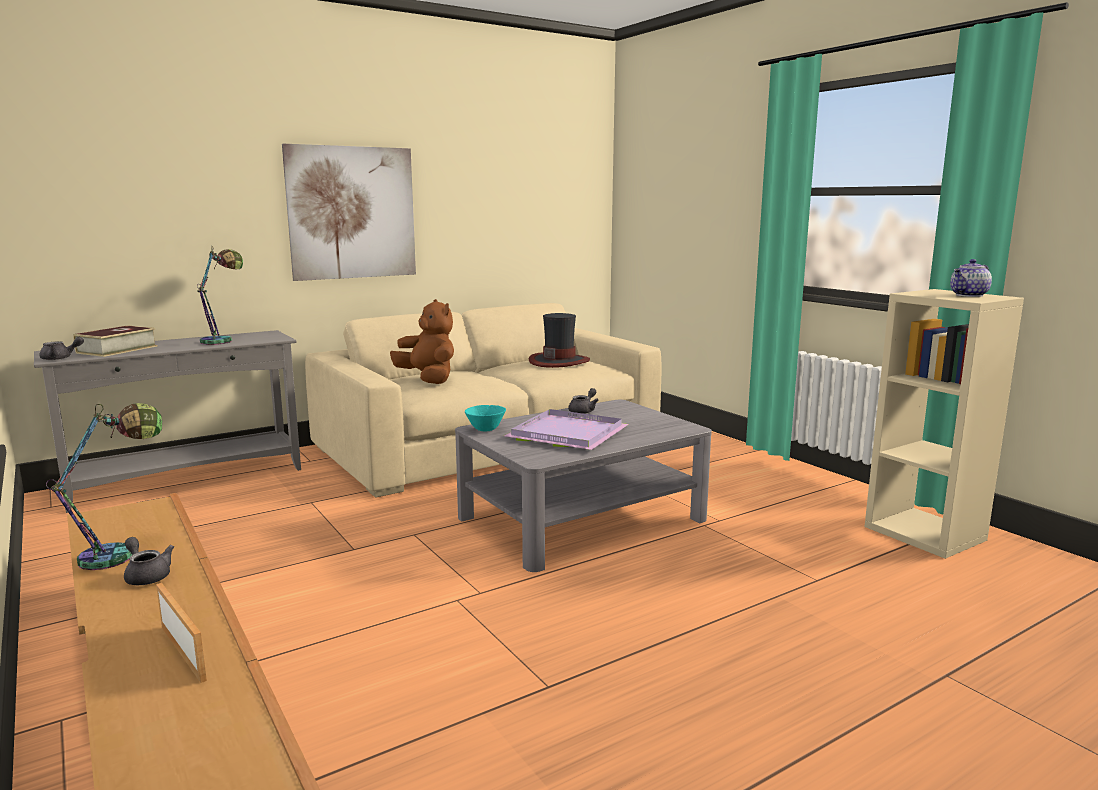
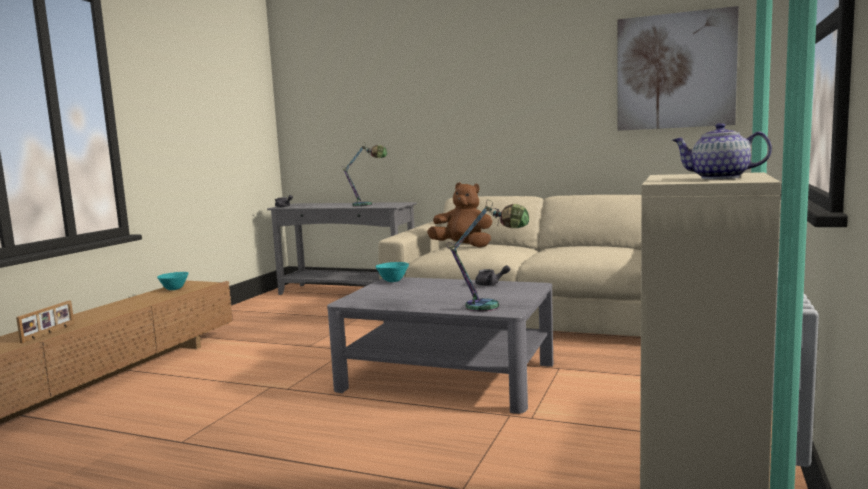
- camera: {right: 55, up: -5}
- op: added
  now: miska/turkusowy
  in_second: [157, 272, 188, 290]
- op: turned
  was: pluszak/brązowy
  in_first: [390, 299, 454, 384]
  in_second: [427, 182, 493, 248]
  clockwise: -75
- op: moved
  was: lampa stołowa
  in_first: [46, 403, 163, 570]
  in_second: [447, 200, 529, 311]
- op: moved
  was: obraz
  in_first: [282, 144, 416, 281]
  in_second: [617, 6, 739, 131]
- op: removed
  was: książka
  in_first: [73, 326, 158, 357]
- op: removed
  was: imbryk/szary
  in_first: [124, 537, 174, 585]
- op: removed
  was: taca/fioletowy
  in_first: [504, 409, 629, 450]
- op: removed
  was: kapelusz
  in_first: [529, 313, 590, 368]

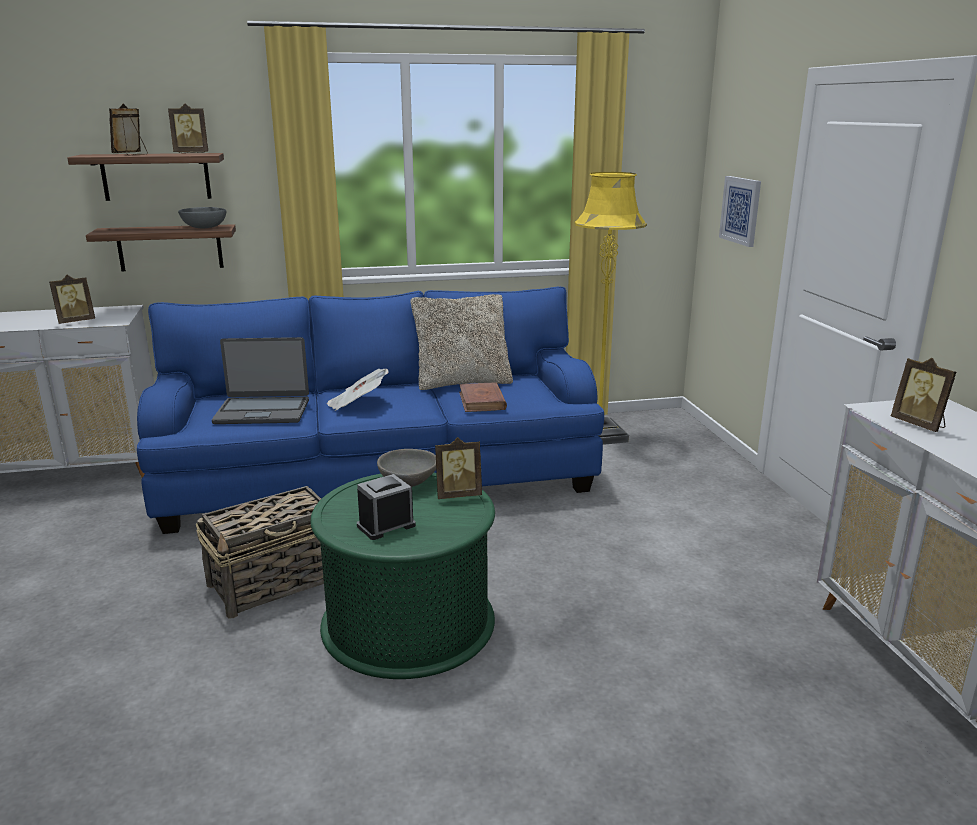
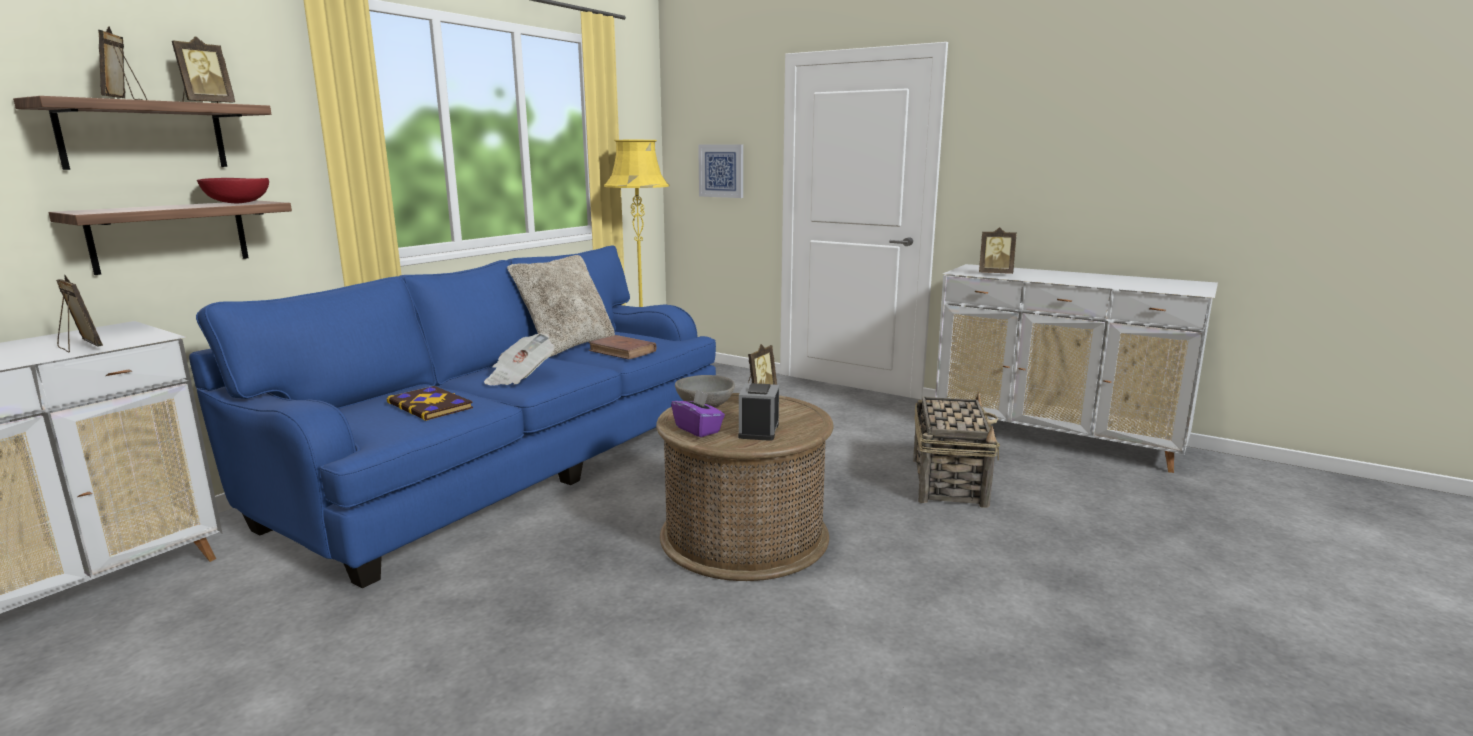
- camera: {right: -45, up: -5}
- op: turned
  was: ramka na zdjęcie
  in_first: [49, 275, 95, 324]
  in_second: [56, 275, 103, 353]
  clockwise: -60
- op: recoloured
  was: miska/szary
  now: miska/czerwony
  in_first: [178, 207, 227, 229]
  in_second: [197, 178, 269, 203]
- op: replaced
  was: laptop
  now: książka
  in_first: [212, 337, 309, 424]
  in_second: [387, 386, 473, 421]
- op: recoloured
  was: ława/zielony
  now: ława/brązowy
  in_first: [310, 473, 495, 679]
  in_second: [656, 393, 833, 581]
- op: added
  now: pudełko chusteczek/fioletowy
  in_second: [671, 389, 725, 437]
- op: moved
  was: koszyk
  in_first: [195, 486, 324, 618]
  in_second: [913, 392, 1000, 508]

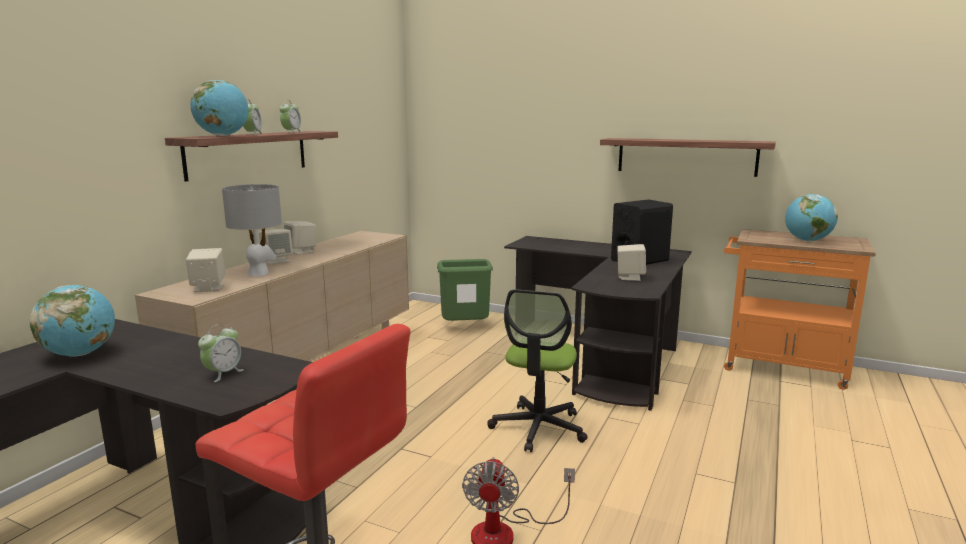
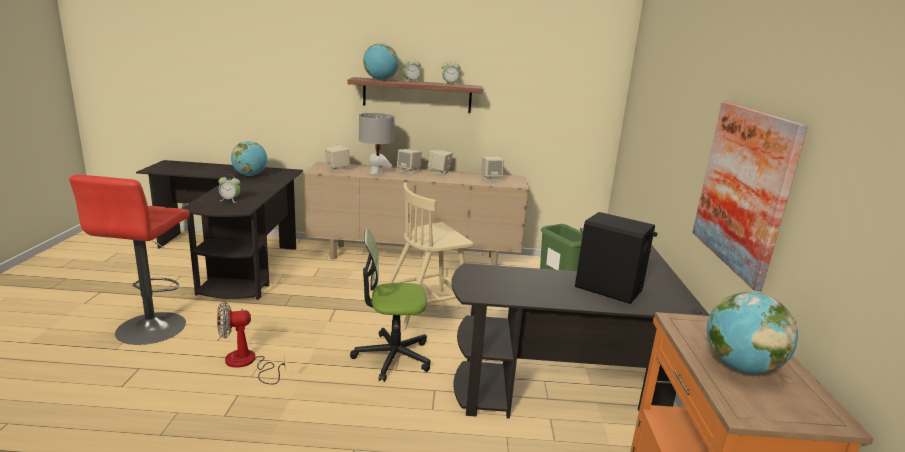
- camera: {right: 65, up: 5}
- op: added
  now: krzesło/beżowy
  in_second: [388, 182, 473, 330]
- op: moved
  was: głośnik/beżowy
  in_first: [617, 244, 646, 281]
  in_second: [481, 157, 504, 181]
- op: replaced
  was: półka
  now: obraz
  in_first: [600, 138, 776, 177]
  in_second: [692, 101, 808, 291]

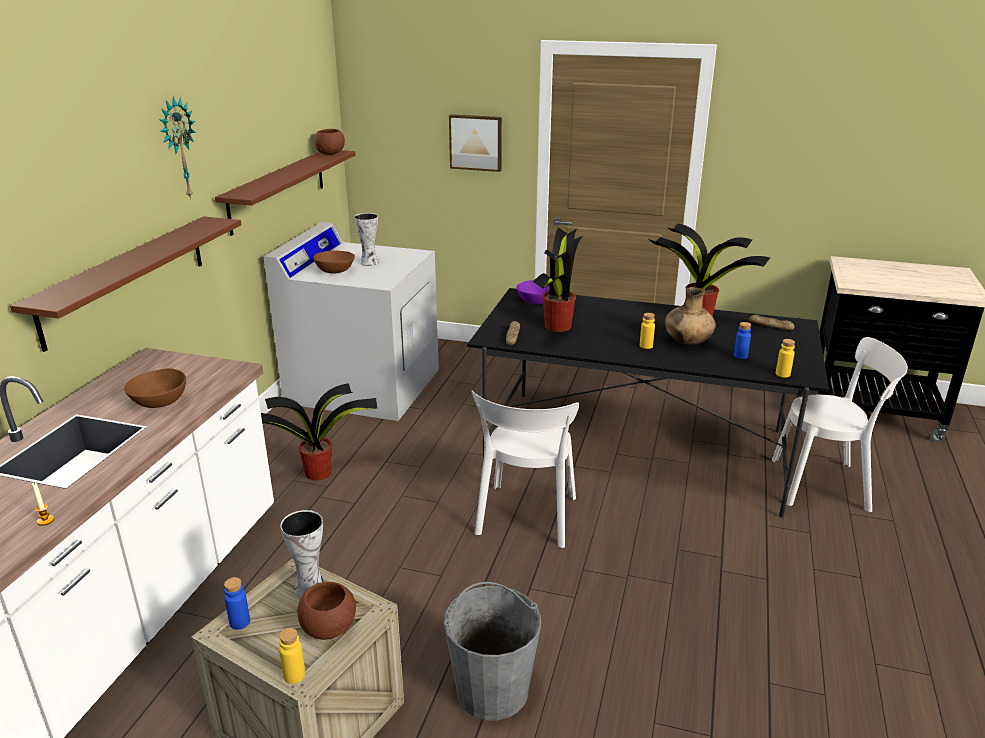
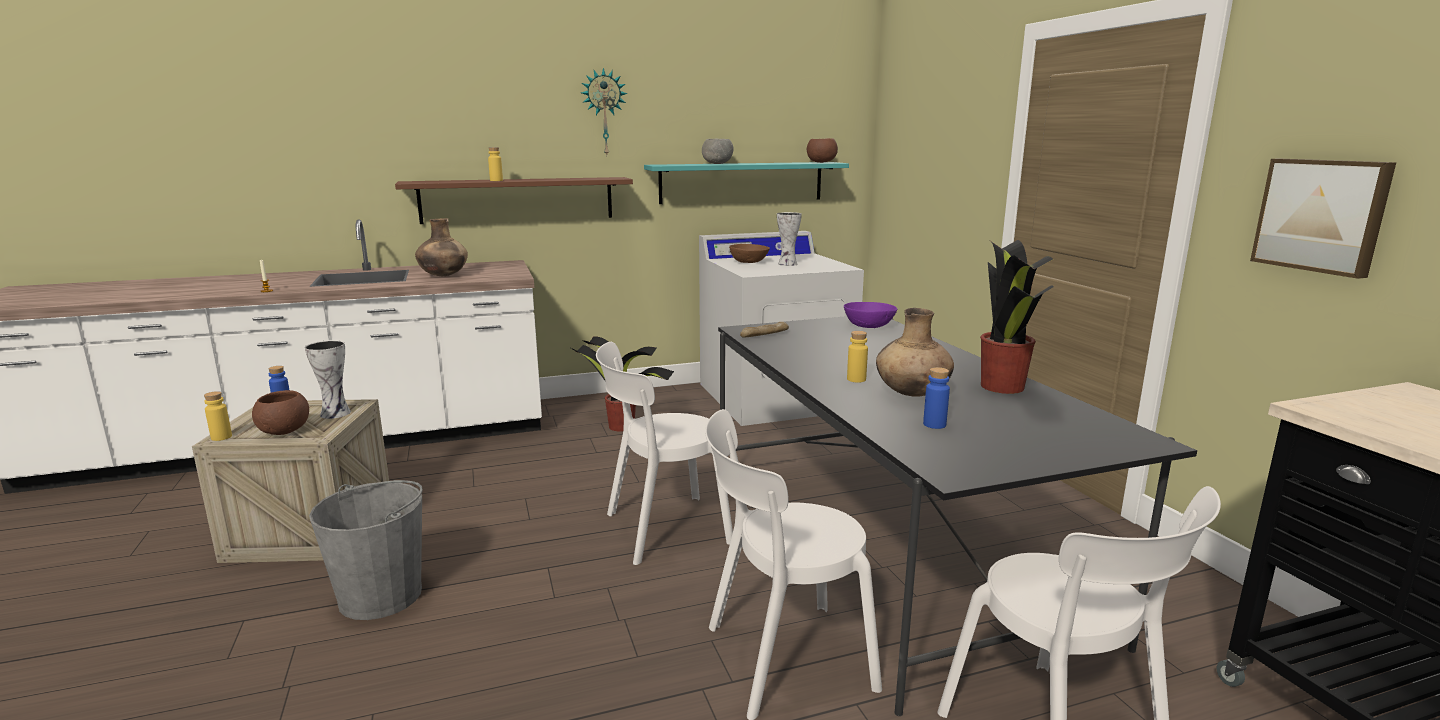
- camera: {right: 55, up: -10}
- op: replaced
  was: miska/brązowy
  now: wazon/brązowy
  in_first: [124, 368, 186, 408]
  in_second: [415, 218, 468, 276]
- op: moved
  was: butelka/żółty
  in_first: [776, 339, 795, 378]
  in_second: [488, 147, 503, 181]
- op: recoloured
  was: półka/brązowy
  now: półka/turkusowy
  in_first: [215, 150, 356, 236]
  in_second: [644, 162, 849, 204]
- op: added
  now: miska/szary
  in_second: [702, 139, 734, 164]
- op: added
  now: krzesło/biały
  in_second: [705, 409, 882, 720]
- op: moved
  was: obraz
  in_first: [449, 114, 502, 172]
  in_second: [1250, 159, 1396, 279]
- op: removed
  was: roślina doniczkowa
  in_first: [533, 227, 583, 332]
- op: removed
  was: chleb
  in_first: [749, 315, 794, 330]

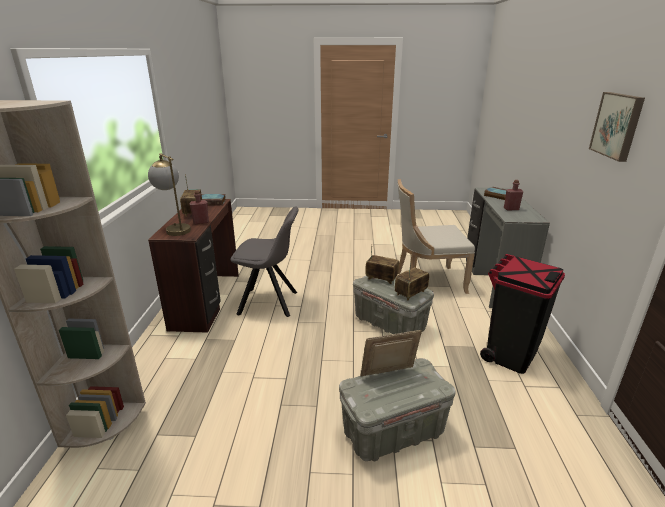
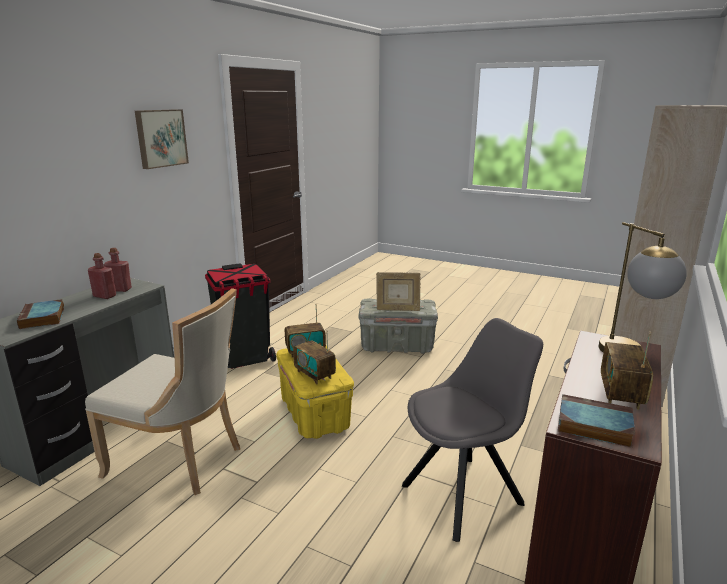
- camera: {right: -155, up: -5}
- op: moved
  was: butelka/czerwony
  in_first: [189, 191, 209, 224]
  in_second: [103, 248, 132, 292]
- op: recoloured
  was: pojemnik do przechowywania/szary
  now: pojemnik do przechowywania/żółty
  in_first: [353, 276, 434, 334]
  in_second: [276, 345, 354, 439]
- op: turned
  was: krzesło/szary
  in_first: [231, 207, 298, 317]
  in_second: [402, 318, 543, 542]
  clockwise: 120

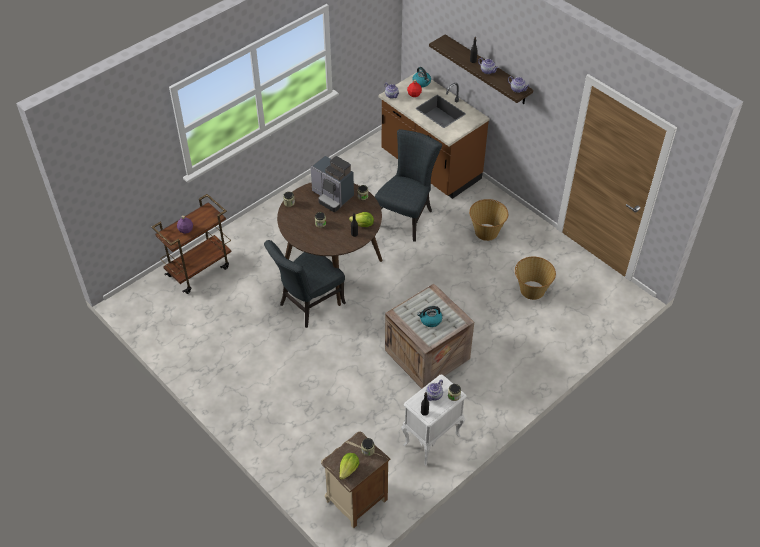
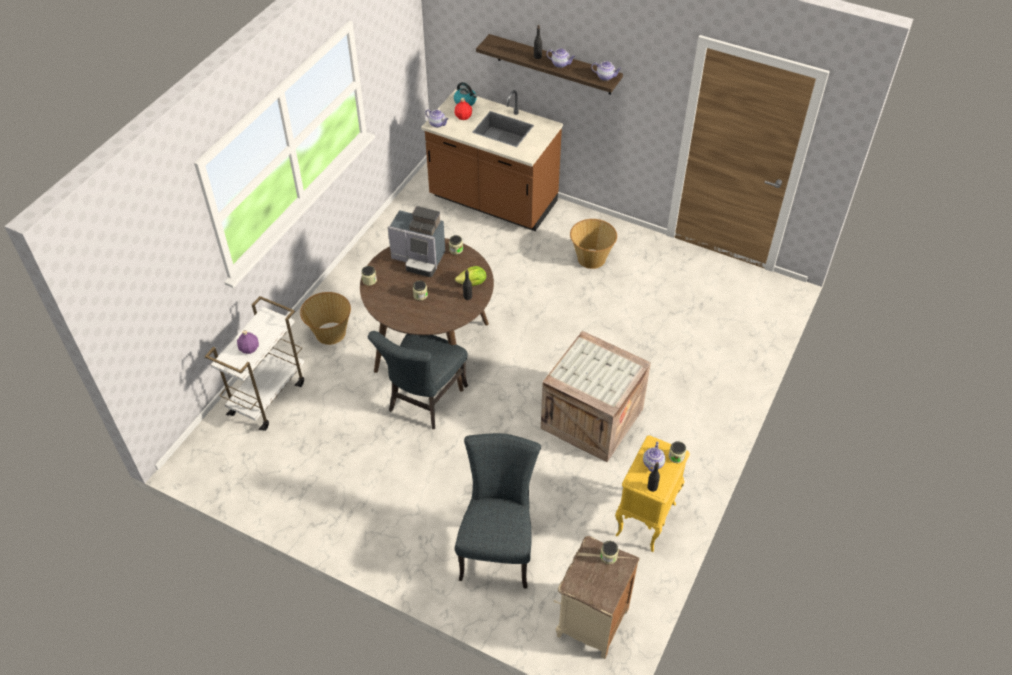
- camera: {right: -20, up: 0}
- op: recoloured
  was: wózek/brązowy
  now: wózek/biały
  in_first: [152, 194, 232, 294]
  in_second: [205, 296, 304, 431]
- op: moved
  was: koszyk
  in_first: [515, 257, 556, 300]
  in_second: [300, 292, 351, 345]
- op: moved
  was: krzesło/szary
  in_first: [375, 129, 442, 242]
  in_second: [455, 433, 541, 589]
- op: recoloured
  was: szafka nocna/biały
  now: szafka nocna/żółty
  in_first: [401, 374, 467, 466]
  in_second: [615, 436, 690, 552]
- op: removed
  was: sałata
  in_first: [339, 453, 359, 480]
- op: removed
  was: czajnik
  in_first: [417, 306, 442, 327]

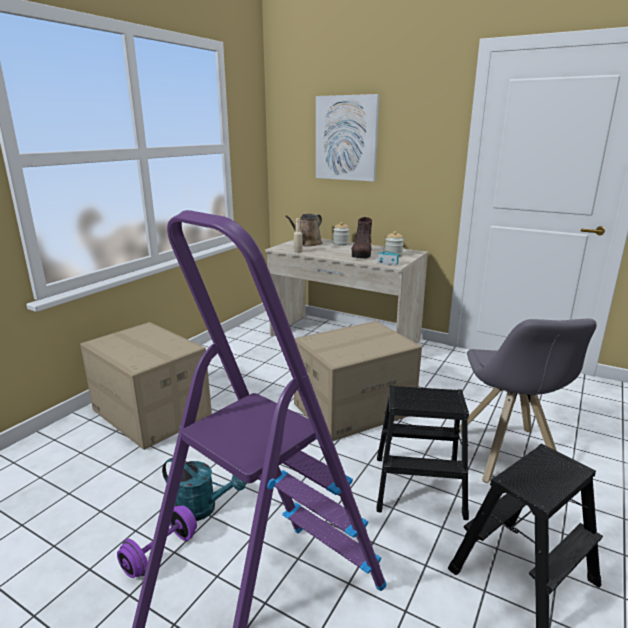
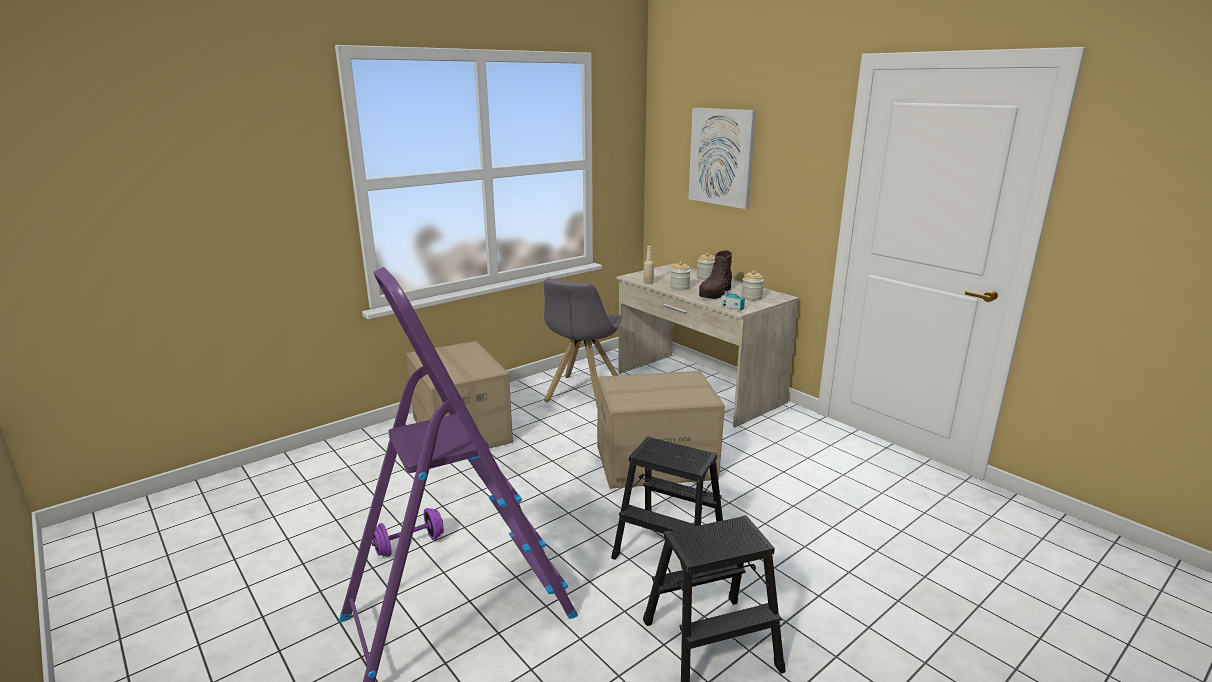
- camera: {right: 20, up: 0}
- op: moved
  was: krzesło/szary
  in_first: [459, 319, 597, 483]
  in_second: [544, 279, 622, 406]
- op: added
  now: słoik
  in_second: [670, 261, 691, 290]
- op: removed
  was: konewka/turkusowy
  in_first: [162, 458, 246, 521]
- op: removed
  was: konewka/brązowy
  in_first: [285, 214, 322, 247]

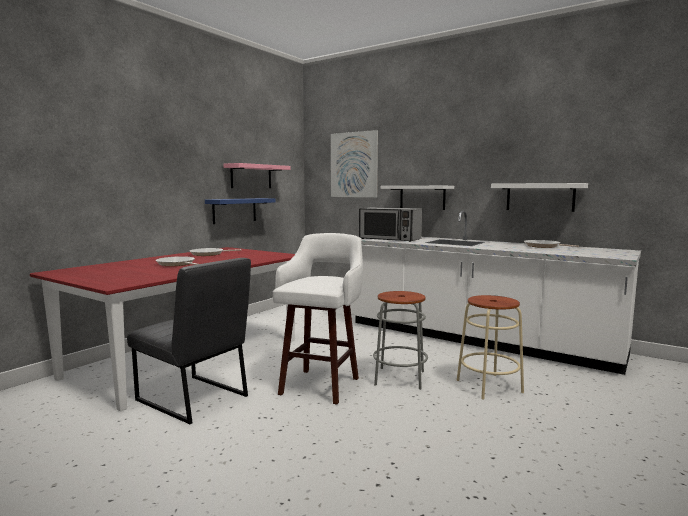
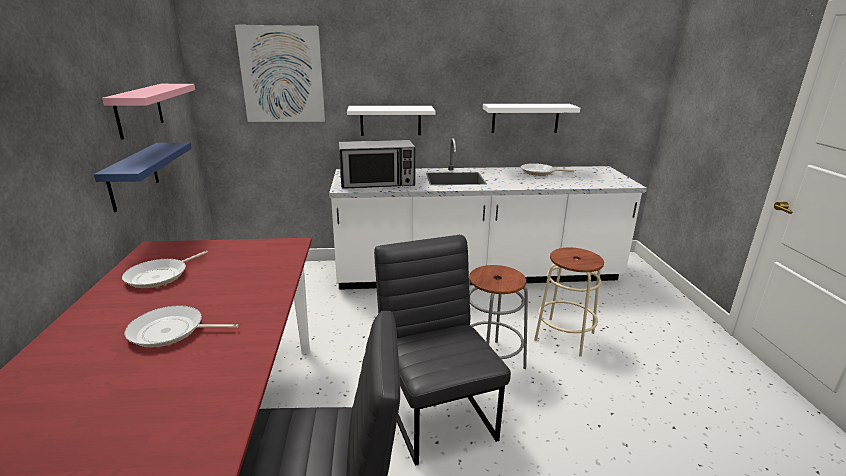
- camera: {right: -40, up: 15}
- op: replaced
  was: stołek/biały
  now: krzesło/szary
  in_first: [273, 233, 363, 404]
  in_second: [374, 235, 511, 466]

